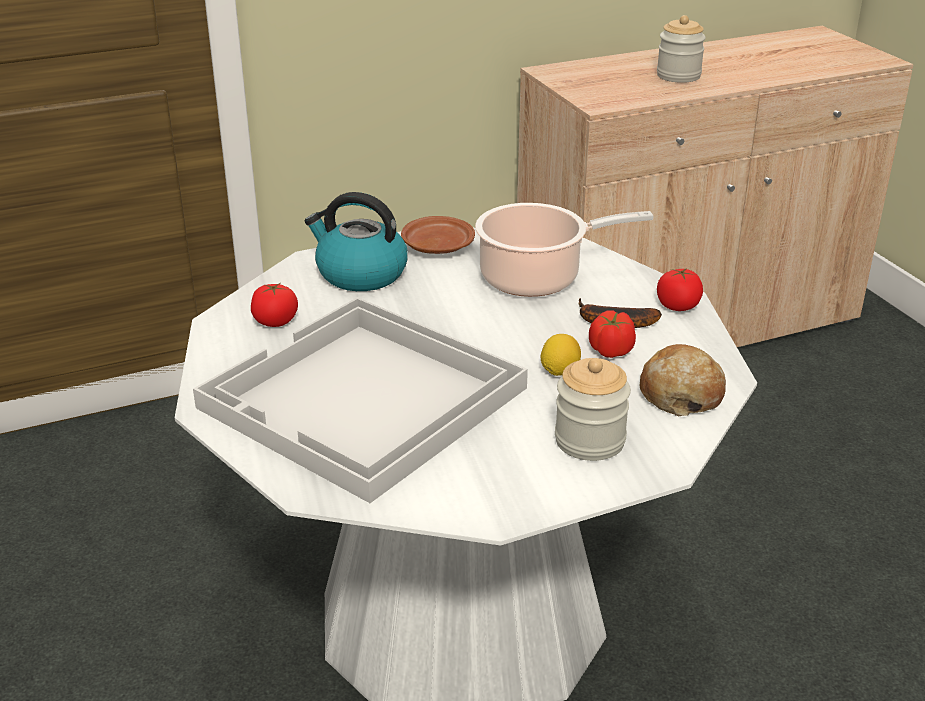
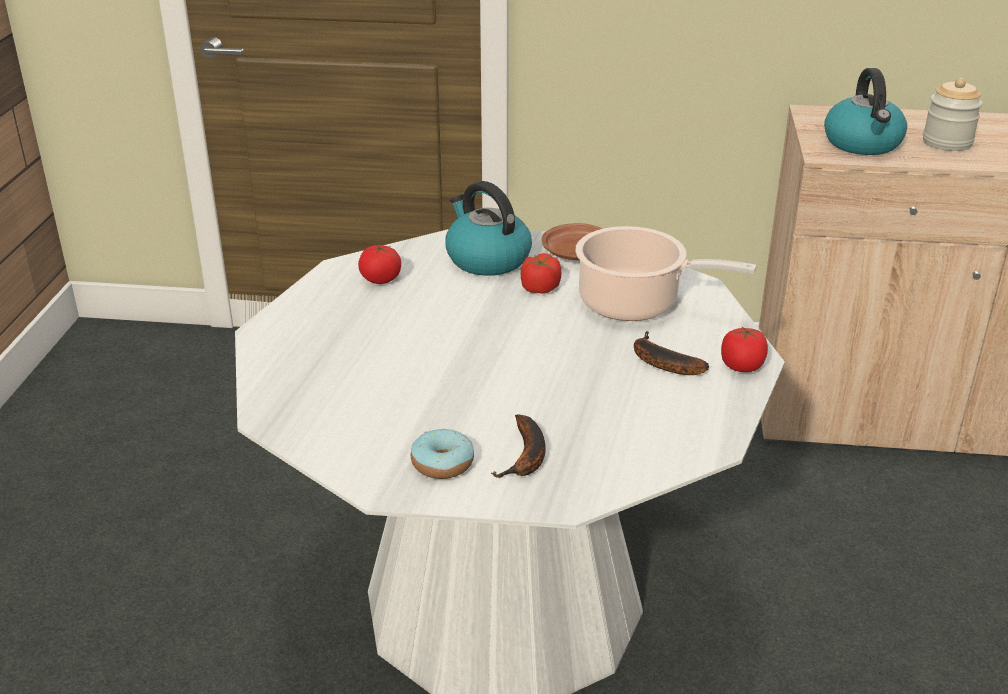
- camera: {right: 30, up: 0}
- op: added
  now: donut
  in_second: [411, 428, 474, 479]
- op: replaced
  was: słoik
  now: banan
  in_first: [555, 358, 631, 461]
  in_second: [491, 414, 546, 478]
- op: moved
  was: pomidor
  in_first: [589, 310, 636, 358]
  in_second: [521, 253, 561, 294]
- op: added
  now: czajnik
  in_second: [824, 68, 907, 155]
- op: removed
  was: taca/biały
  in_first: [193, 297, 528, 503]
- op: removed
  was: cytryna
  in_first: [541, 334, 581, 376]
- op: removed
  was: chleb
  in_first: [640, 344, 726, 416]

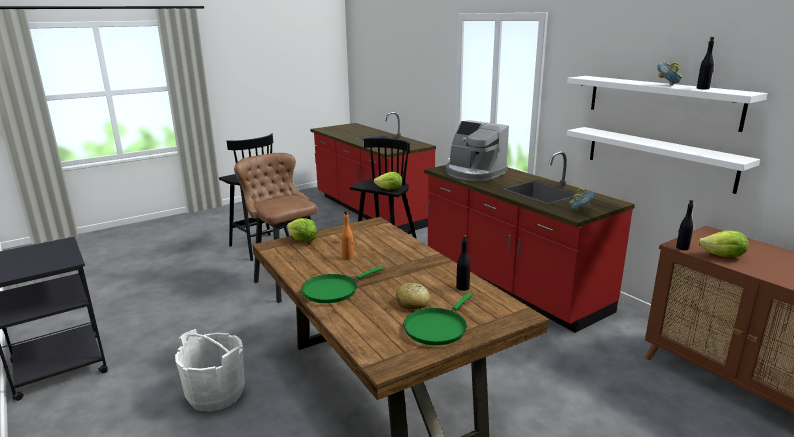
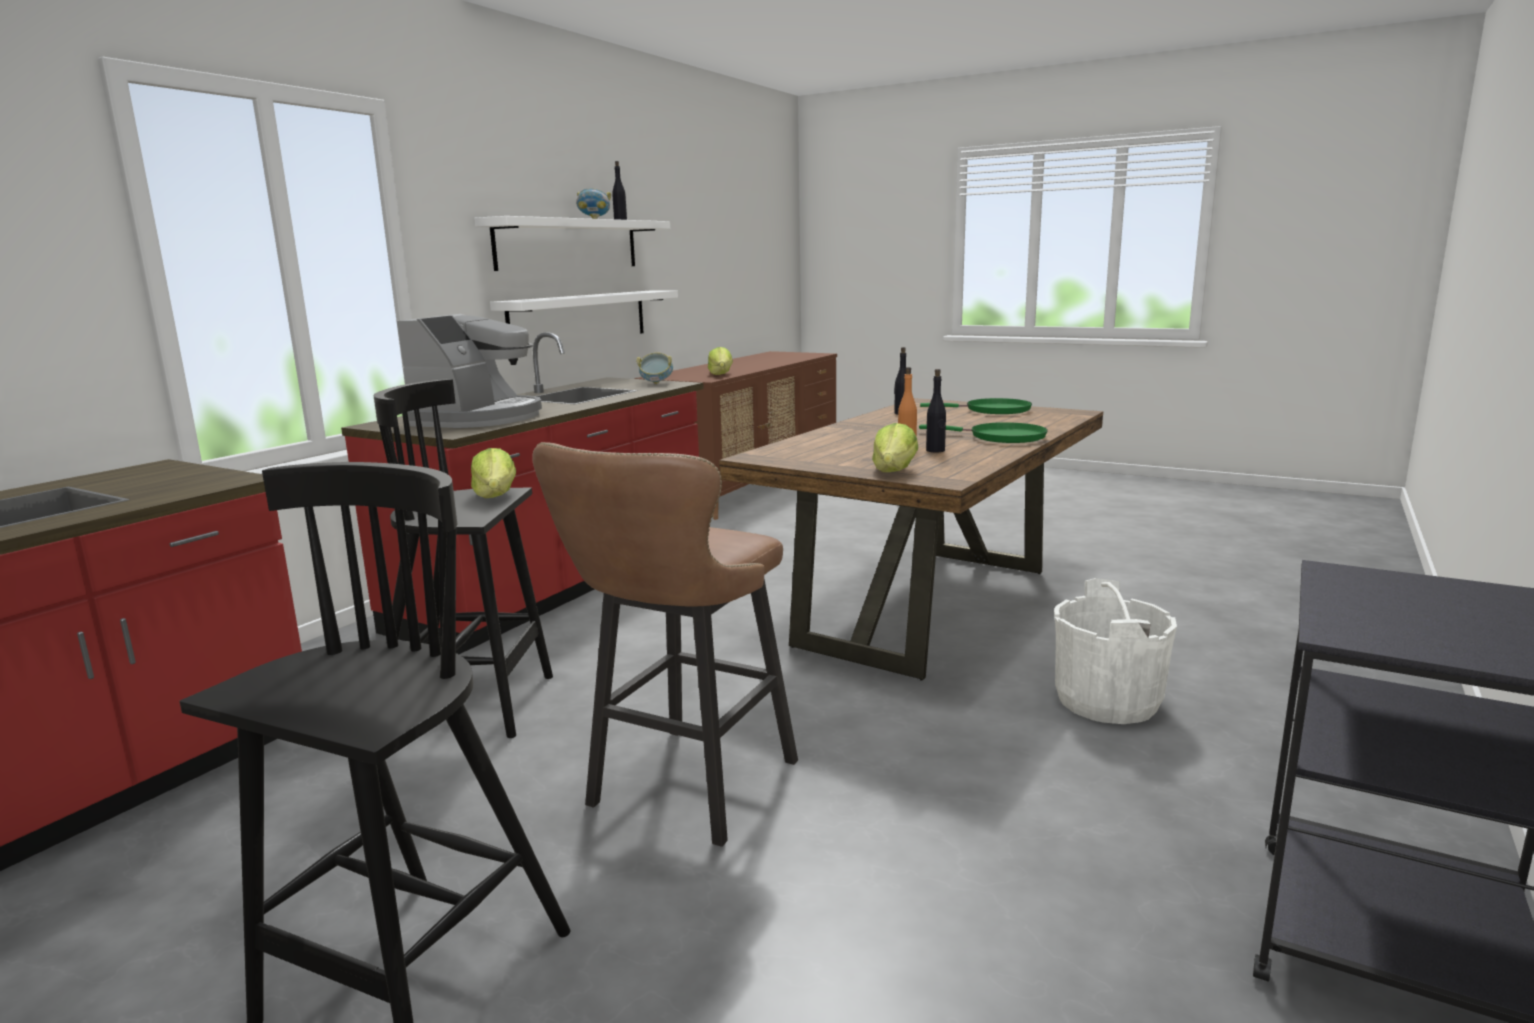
- camera: {right: -115, up: -5}
- op: moved
  was: butelka/czarny
  in_first: [676, 200, 693, 250]
  in_second: [926, 369, 946, 452]
- op: removed
  was: chleb
  in_first: [396, 283, 430, 309]

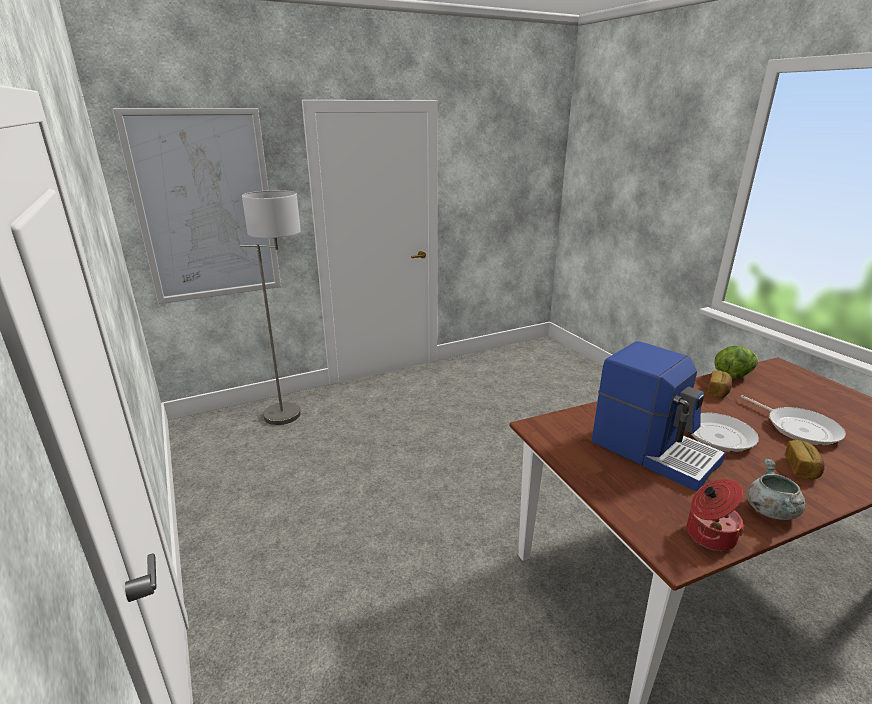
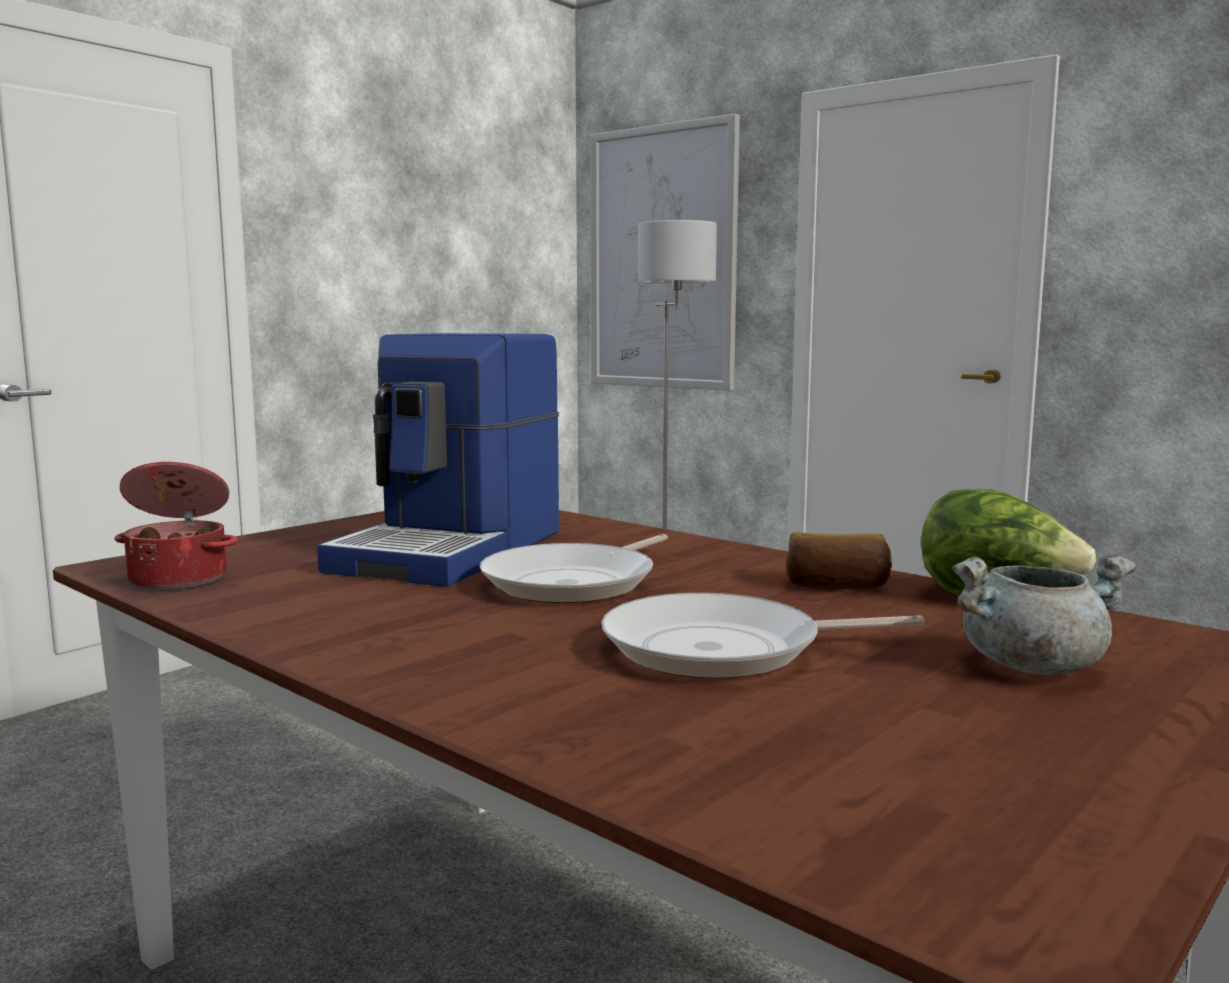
- camera: {right: 65, up: -15}
- op: turned
  was: patelnia
  in_first: [740, 395, 846, 445]
  in_second: [602, 593, 924, 679]
  clockwise: 45
- op: moved
  was: garnek/szary
  in_first: [747, 459, 805, 520]
  in_second: [953, 554, 1137, 675]
- op: removed
  was: chleb
  in_first: [785, 440, 824, 479]

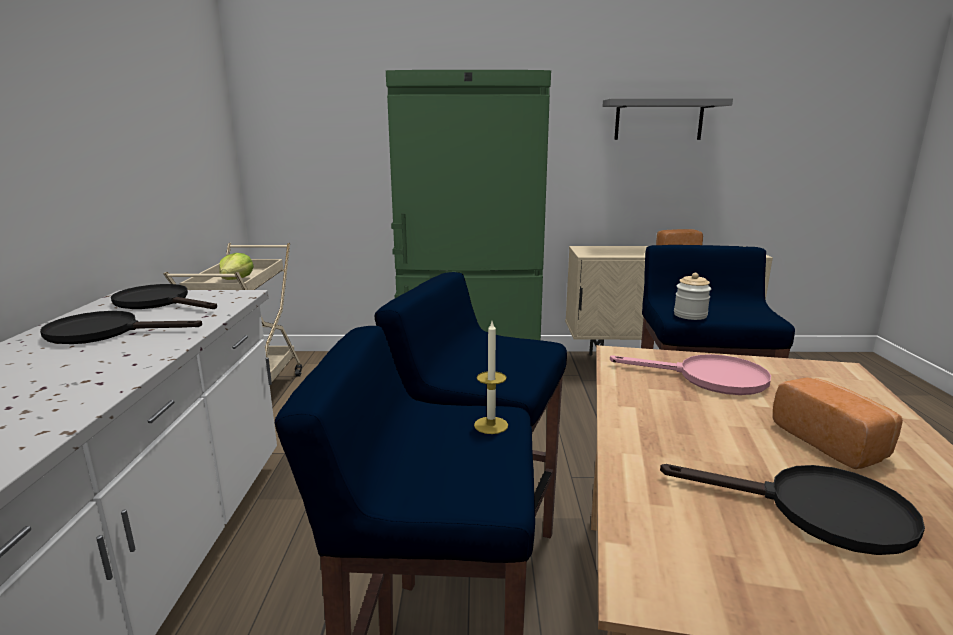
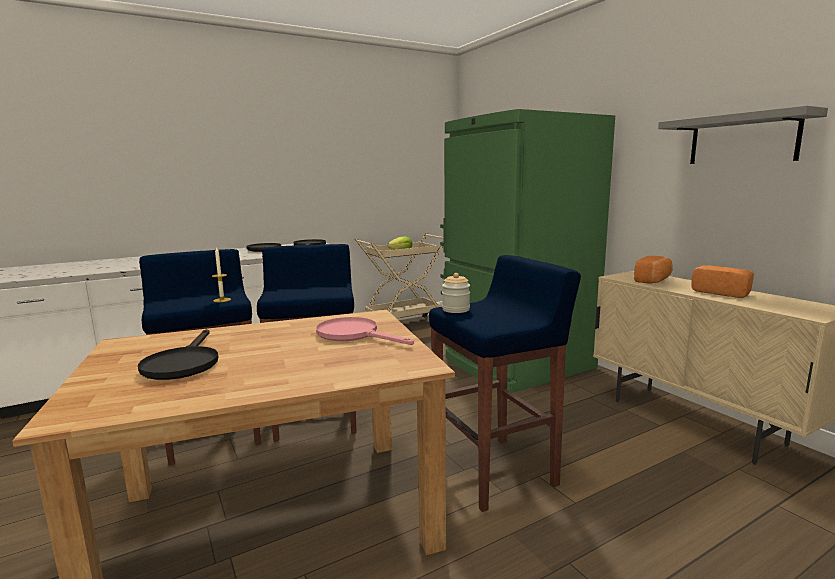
- camera: {right: 60, up: -5}
- op: turned
  was: patelnia/różowy
  in_first: [610, 354, 771, 395]
  in_second: [316, 317, 414, 345]
  clockwise: 135
- op: moved
  was: chleb
  in_first: [773, 377, 903, 469]
  in_second: [634, 255, 673, 284]

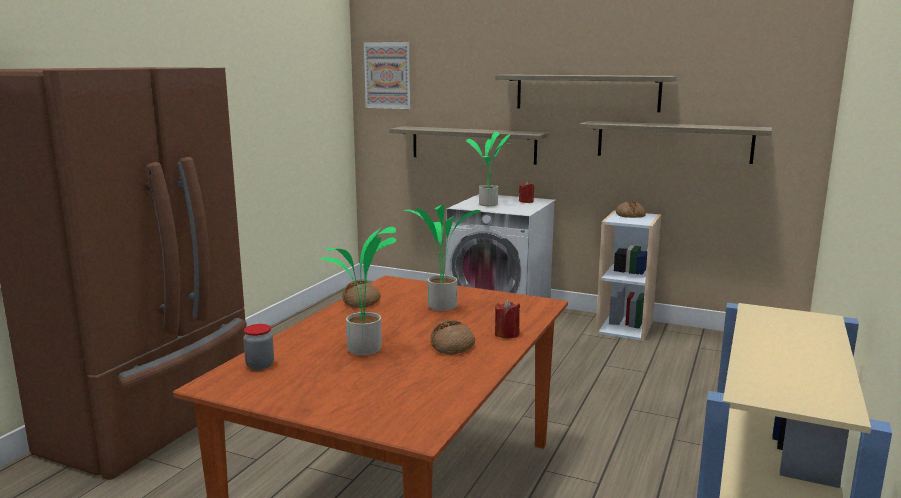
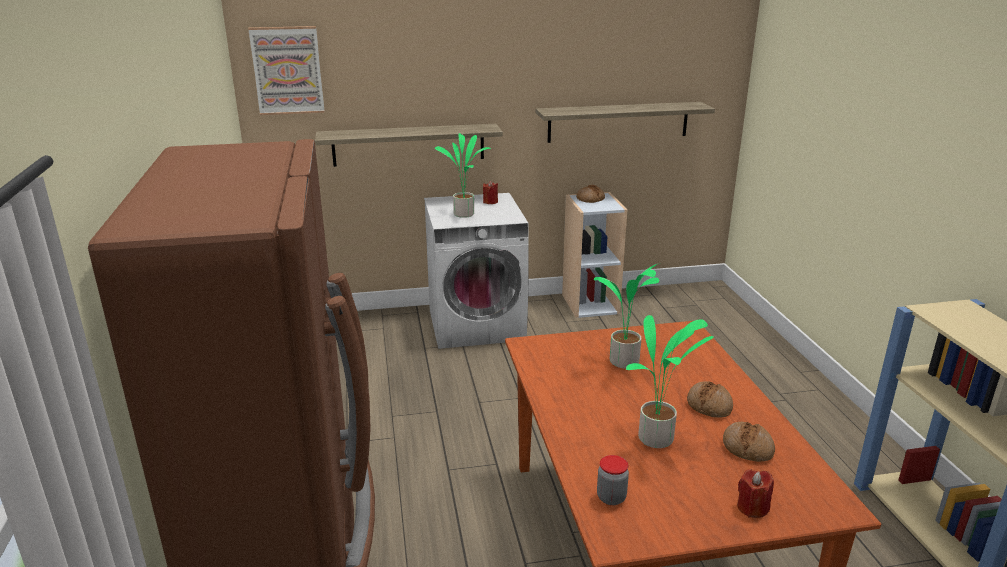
- camera: {right: -35, up: 10}
- op: moved
  was: chleb
  in_first: [342, 280, 381, 308]
  in_second: [723, 422, 775, 462]
- op: moved
  was: świeca/czerwony
  in_first: [495, 300, 520, 338]
  in_second: [737, 469, 774, 518]
- op: removed
  was: półka
  in_first: [495, 74, 677, 112]

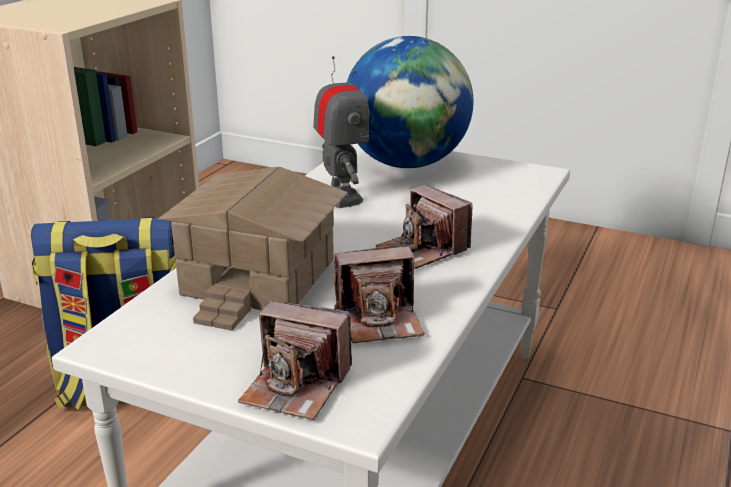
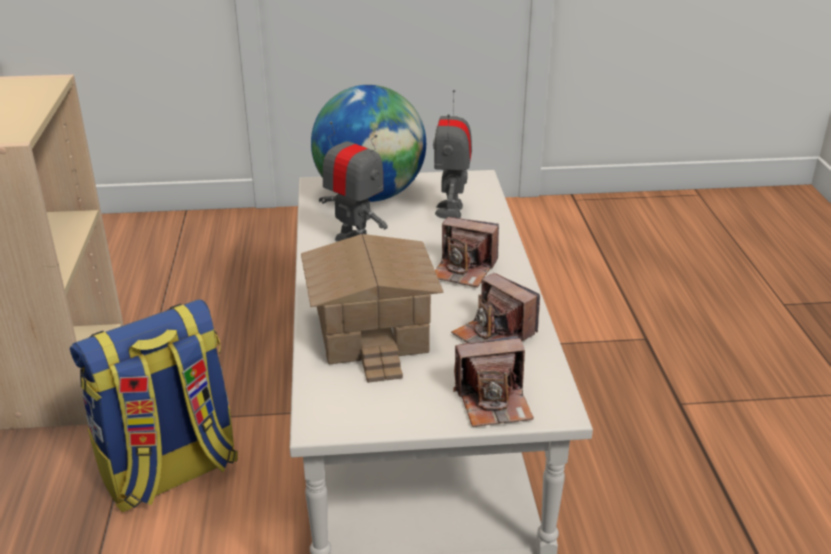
- camera: {right: -30, up: 5}
- op: added
  now: robot zabawkowy
  in_second: [433, 90, 472, 219]
- op: turned
  was: aparat fotograficzny
  in_first: [334, 244, 425, 343]
  in_second: [451, 273, 540, 343]
  clockwise: 90

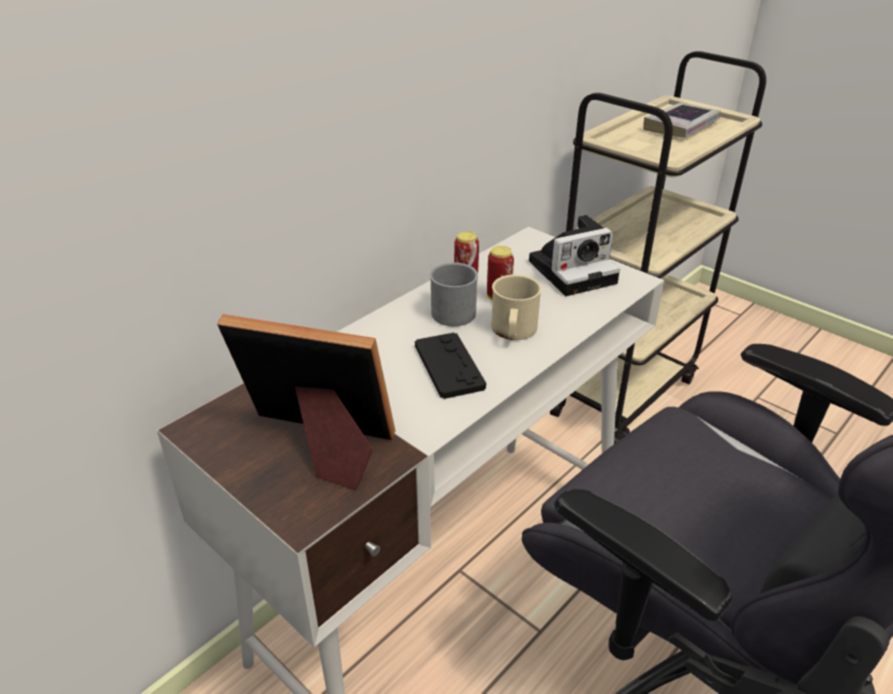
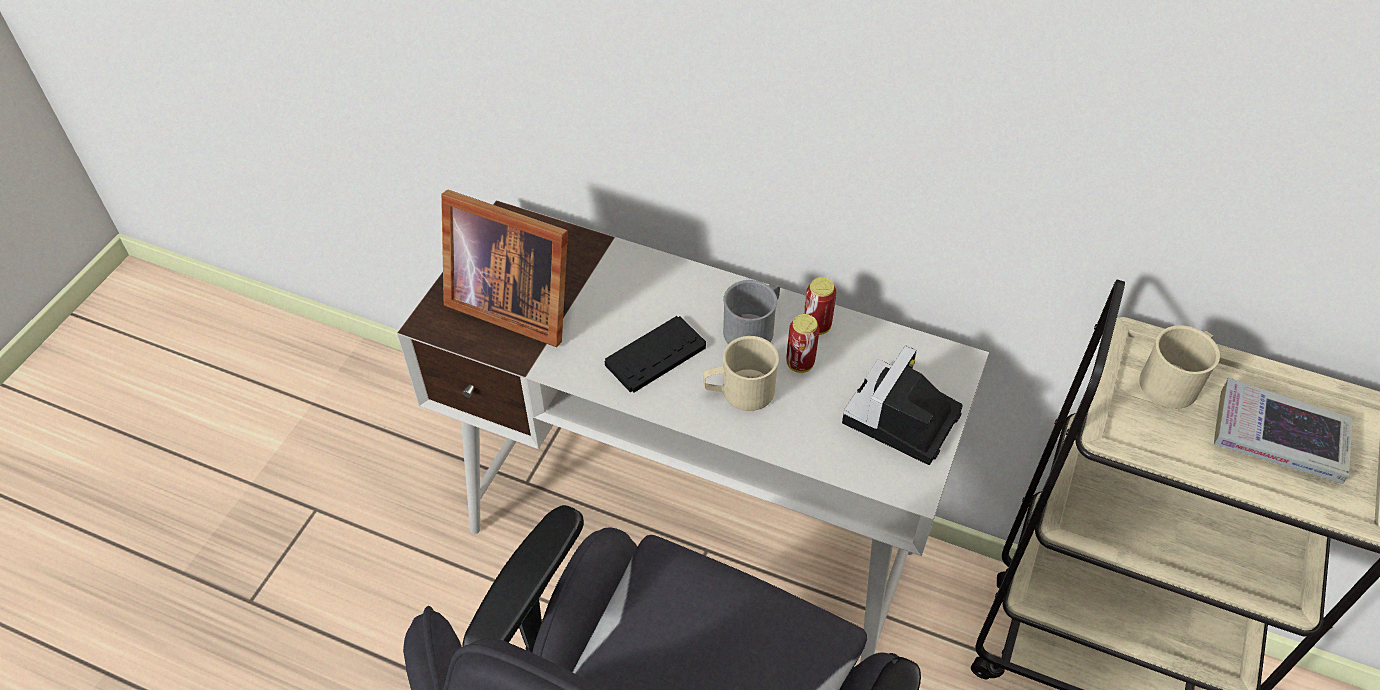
- camera: {right: 70, up: 15}
- op: turned
  was: ramka na zdjęcie
  in_first: [217, 314, 395, 490]
  in_second: [441, 189, 568, 347]
  clockwise: 120
- op: turned
  was: aparat fotograficzny
  in_first: [529, 215, 620, 296]
  in_second: [842, 346, 963, 465]
  clockwise: 75
- op: added
  now: kubek/beżowy
  in_second: [1139, 325, 1220, 409]

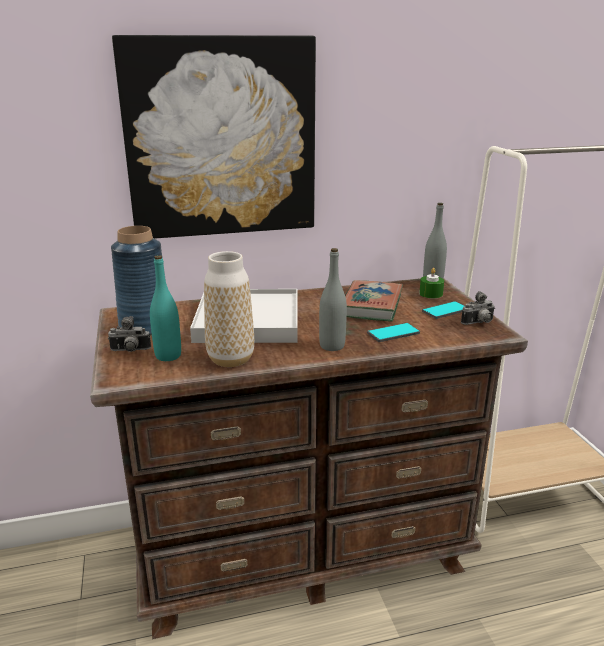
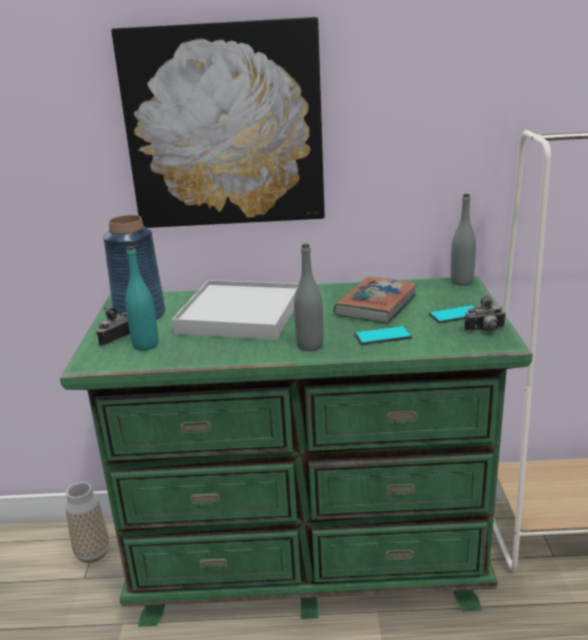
- camera: {right: 15, up: 0}
- op: recoloured
  was: komoda/brązowy
  now: komoda/zielony
  in_first: [90, 278, 528, 639]
  in_second: [60, 276, 533, 627]
- op: moved
  was: wazon
  in_first: [204, 251, 254, 367]
  in_second: [65, 482, 109, 563]
- op: turned
  was: aparat fotograficzny
  in_first: [108, 316, 151, 352]
  in_second: [96, 307, 130, 346]
  clockwise: 120
- op: removed
  was: świeca/zielony
  in_first: [419, 268, 444, 299]

